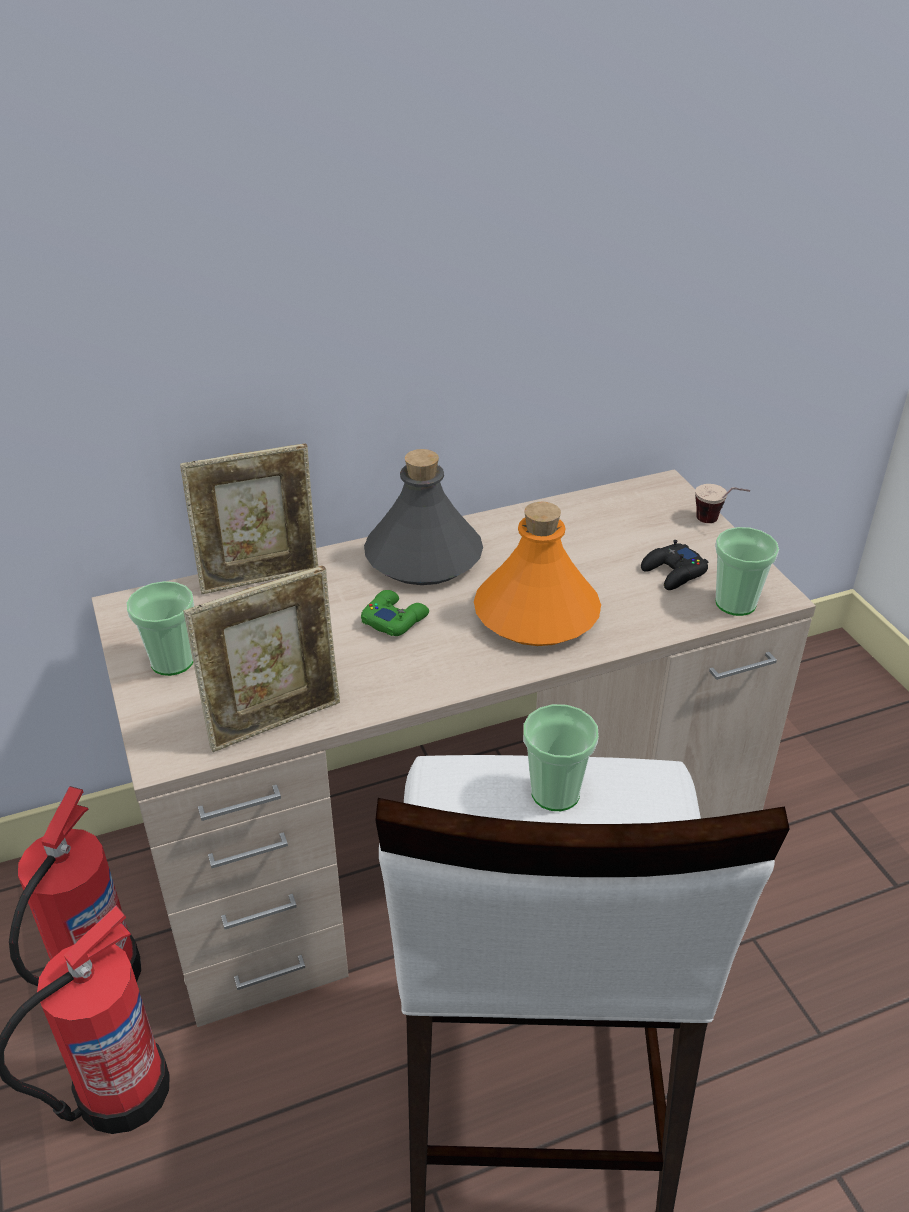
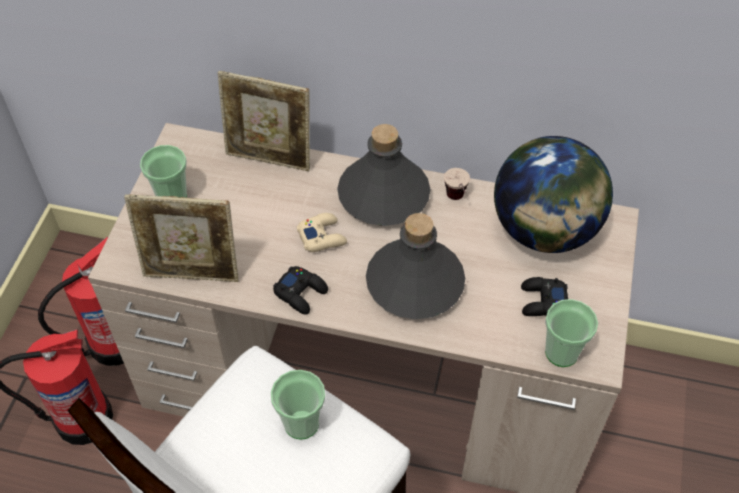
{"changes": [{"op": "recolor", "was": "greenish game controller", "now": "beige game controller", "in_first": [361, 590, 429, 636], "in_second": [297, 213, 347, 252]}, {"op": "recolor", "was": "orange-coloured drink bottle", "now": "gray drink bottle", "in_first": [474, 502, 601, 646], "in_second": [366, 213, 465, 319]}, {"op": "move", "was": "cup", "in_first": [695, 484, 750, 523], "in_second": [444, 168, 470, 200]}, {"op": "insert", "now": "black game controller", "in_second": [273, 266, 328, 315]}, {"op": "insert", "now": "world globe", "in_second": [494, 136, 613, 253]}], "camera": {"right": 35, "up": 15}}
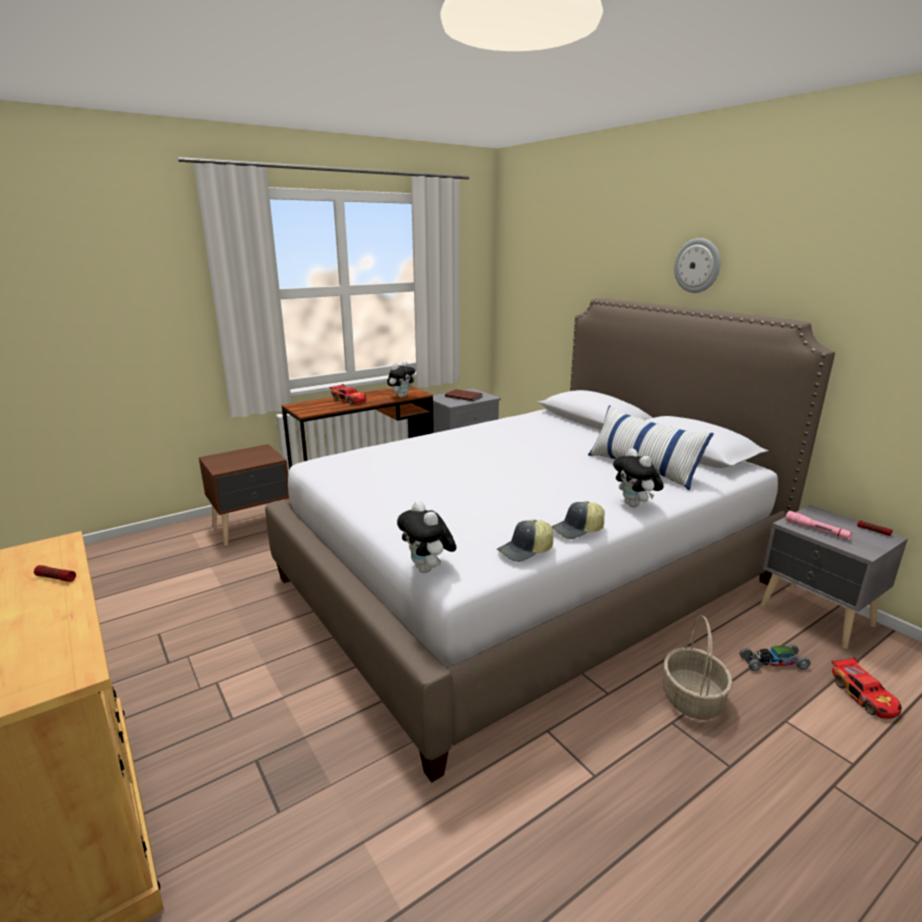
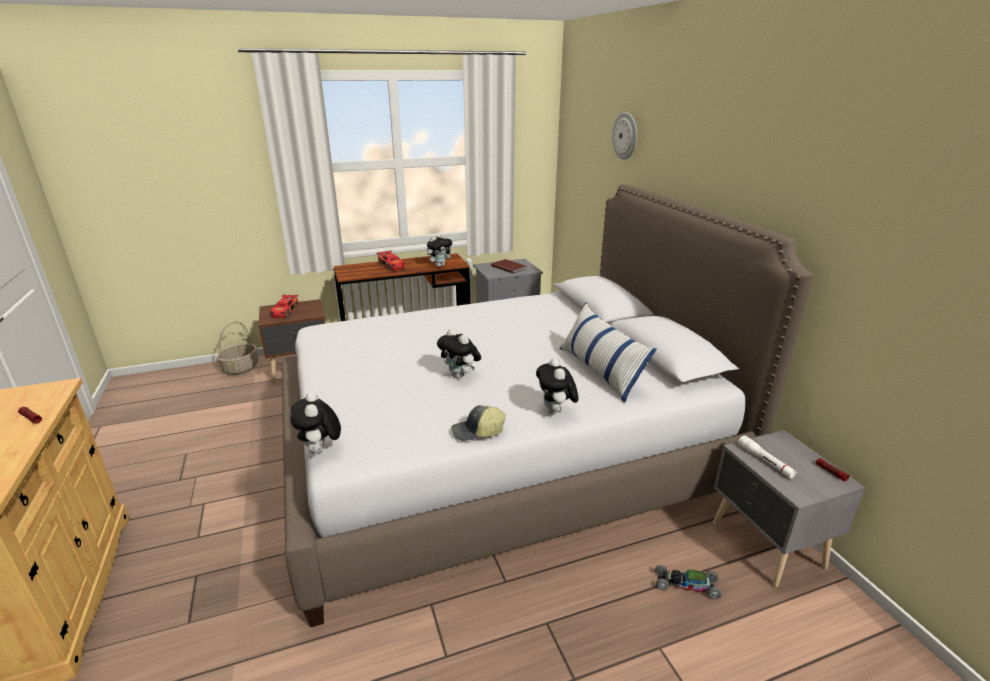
{"changes": [{"op": "delete", "was": "peaked cap", "in_first": [497, 519, 553, 562]}, {"op": "move", "was": "storage basket", "in_first": [663, 616, 733, 720], "in_second": [217, 321, 258, 375]}, {"op": "move", "was": "clock on the wall", "in_first": [674, 238, 721, 293], "in_second": [612, 112, 637, 160]}, {"op": "recolor", "was": "pink-coloured hand torch", "now": "white-coloured hand torch", "in_first": [785, 511, 852, 540], "in_second": [738, 435, 797, 479]}, {"op": "move", "was": "miniature car", "in_first": [831, 657, 902, 719], "in_second": [270, 294, 298, 318]}, {"op": "insert", "now": "plush toy", "in_second": [437, 328, 481, 378]}], "camera": {"right": 15, "up": 5}}
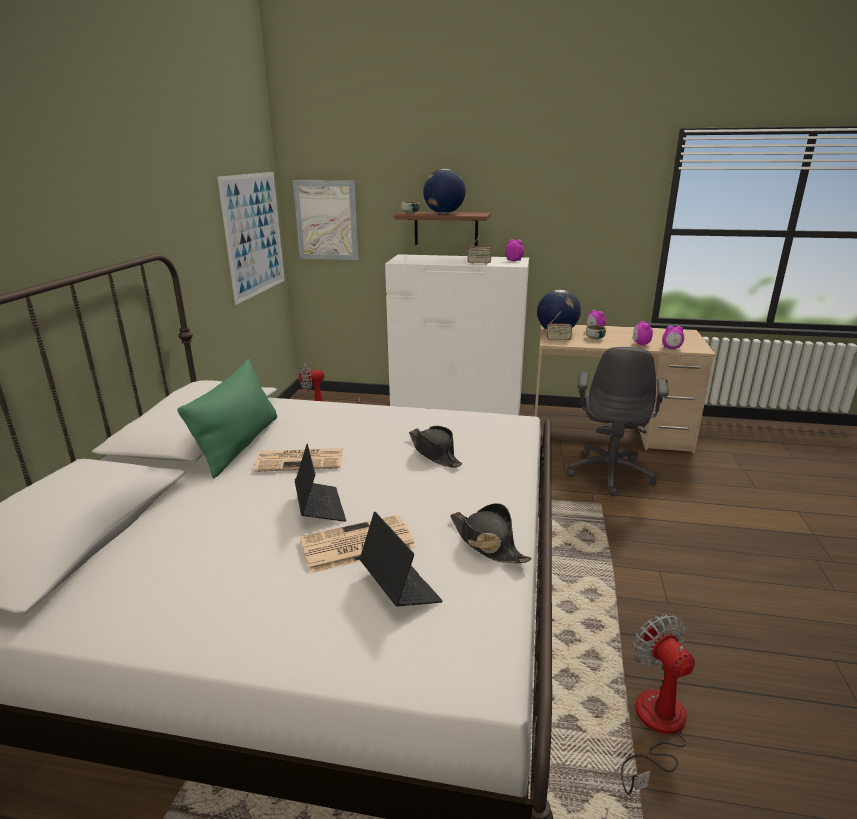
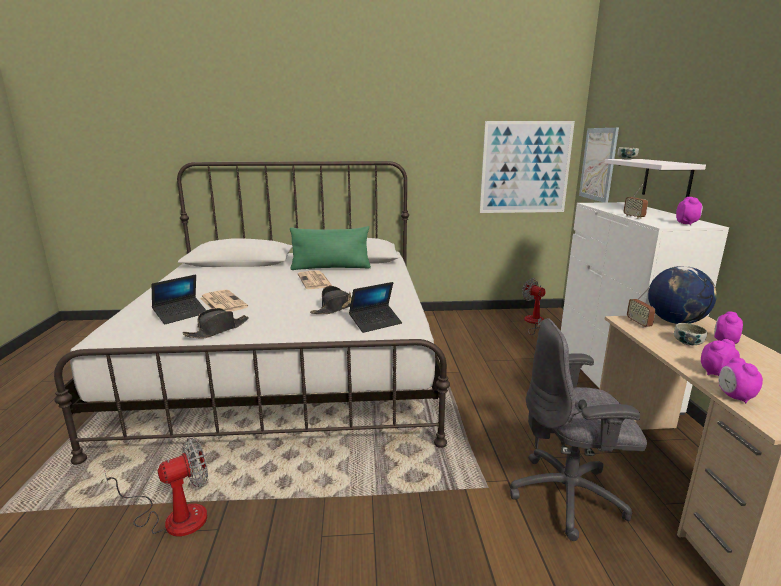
{"changes": [{"op": "move", "was": "portable computer", "in_first": [295, 444, 346, 522], "in_second": [349, 282, 402, 333]}, {"op": "recolor", "was": "brown-coloured bracket shelf", "now": "white-coloured bracket shelf", "in_first": [395, 212, 491, 246], "in_second": [605, 159, 706, 197]}, {"op": "delete", "was": "world globe", "in_first": [423, 169, 466, 214]}], "camera": {"right": 75, "up": -5}}
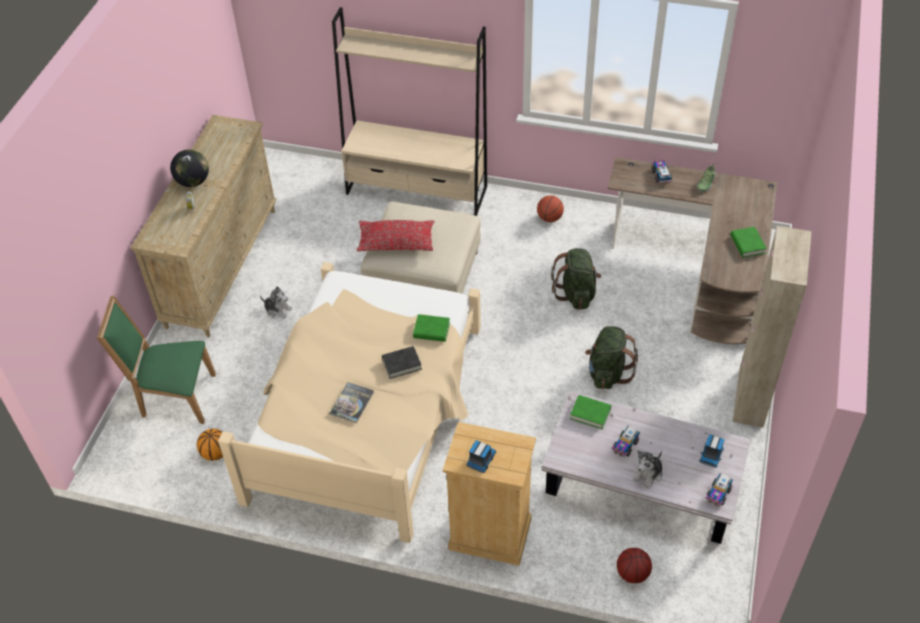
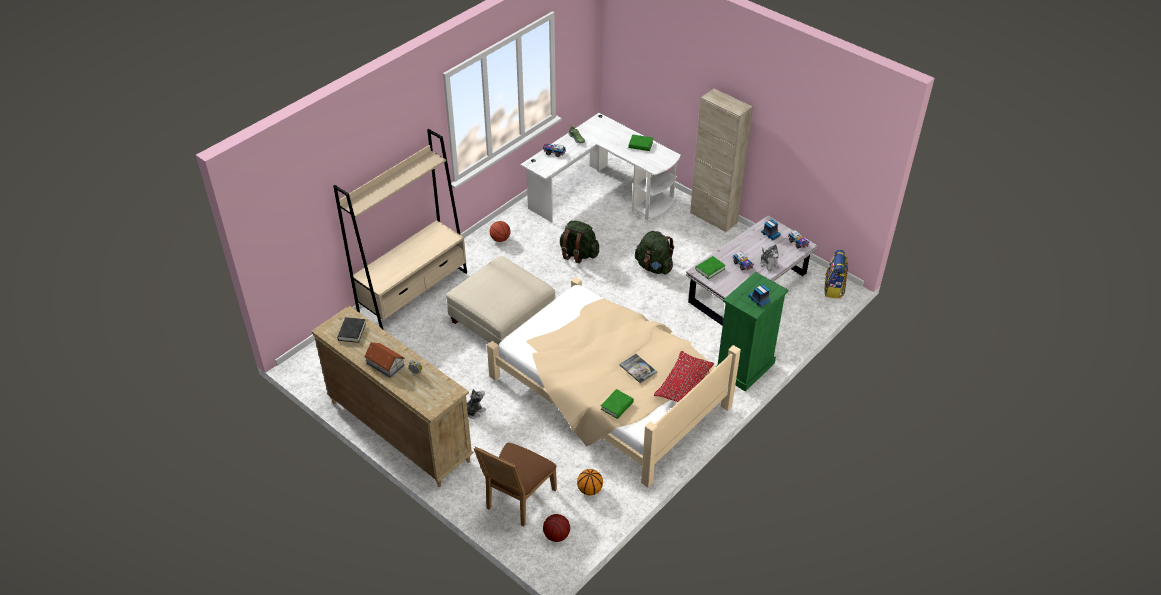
{"changes": [{"op": "recolor", "was": "greenish plain chair", "now": "brown-coloured plain chair", "in_first": [97, 295, 216, 424], "in_second": [474, 443, 557, 527]}, {"op": "replace", "was": "world globe", "now": "miniature house", "in_first": [170, 149, 209, 187], "in_second": [364, 342, 405, 378]}, {"op": "move", "was": "red-coloured cushion", "in_first": [356, 220, 435, 252], "in_second": [654, 351, 714, 402]}, {"op": "move", "was": "black book", "in_first": [382, 346, 422, 379], "in_second": [337, 317, 366, 343]}, {"op": "move", "was": "greenish book", "in_first": [413, 314, 450, 342], "in_second": [601, 389, 634, 419]}, {"op": "recolor", "was": "beige drawer chest", "now": "greenish drawer chest", "in_first": [443, 422, 536, 566], "in_second": [716, 272, 788, 392]}, {"op": "recolor", "was": "brown-coloured desk table", "now": "white-coloured desk table", "in_first": [607, 157, 777, 344], "in_second": [520, 113, 681, 223]}, {"op": "move", "was": "ball for basketball", "in_first": [617, 548, 652, 583], "in_second": [543, 514, 570, 542]}, {"op": "insert", "now": "backpack", "in_second": [825, 250, 848, 299]}], "camera": {"right": -65, "up": -5}}
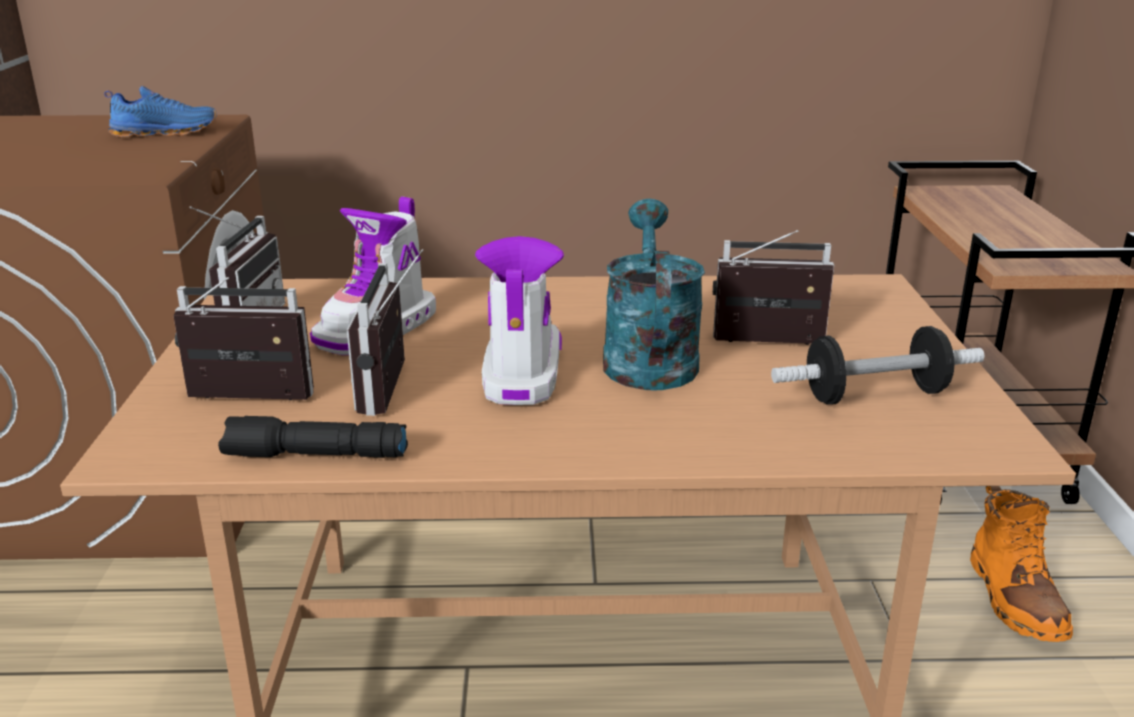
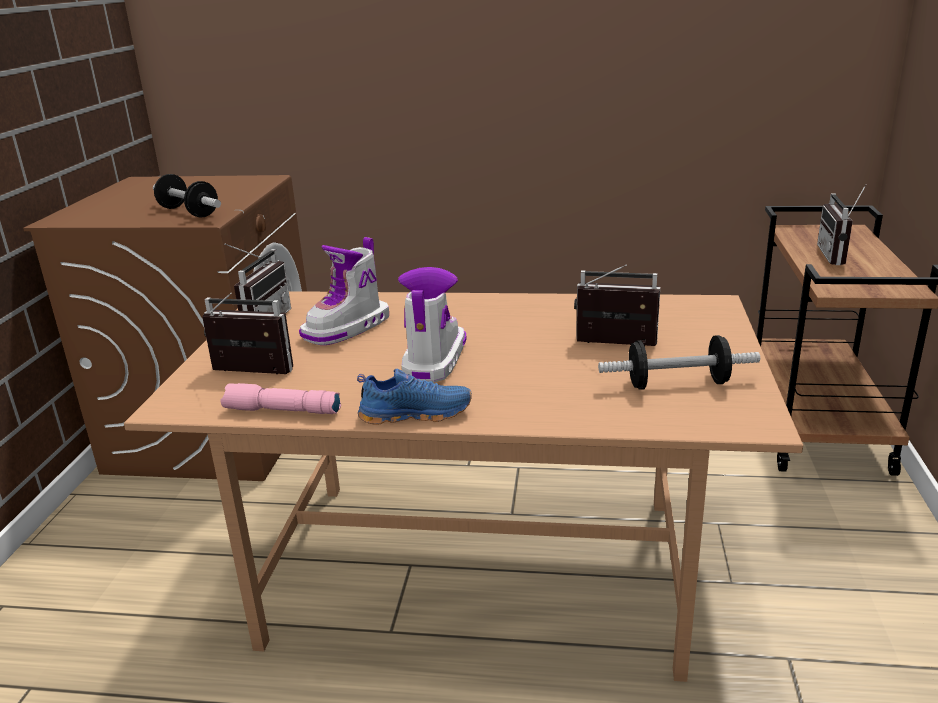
{"changes": [{"op": "move", "was": "blue-coloured shoe", "in_first": [104, 86, 217, 138], "in_second": [357, 369, 472, 425]}, {"op": "recolor", "was": "black hand torch", "now": "pink-coloured hand torch", "in_first": [218, 416, 408, 458], "in_second": [220, 383, 341, 414]}, {"op": "move", "was": "radio receiver", "in_first": [347, 249, 423, 416], "in_second": [817, 184, 867, 265]}, {"op": "delete", "was": "turquoise-coloured watering pot", "in_first": [603, 199, 705, 391]}, {"op": "delete", "was": "orange-coloured boot", "in_first": [970, 486, 1073, 642]}, {"op": "insert", "now": "hand weight", "in_second": [153, 174, 221, 218]}], "camera": {"right": 10, "up": 0}}
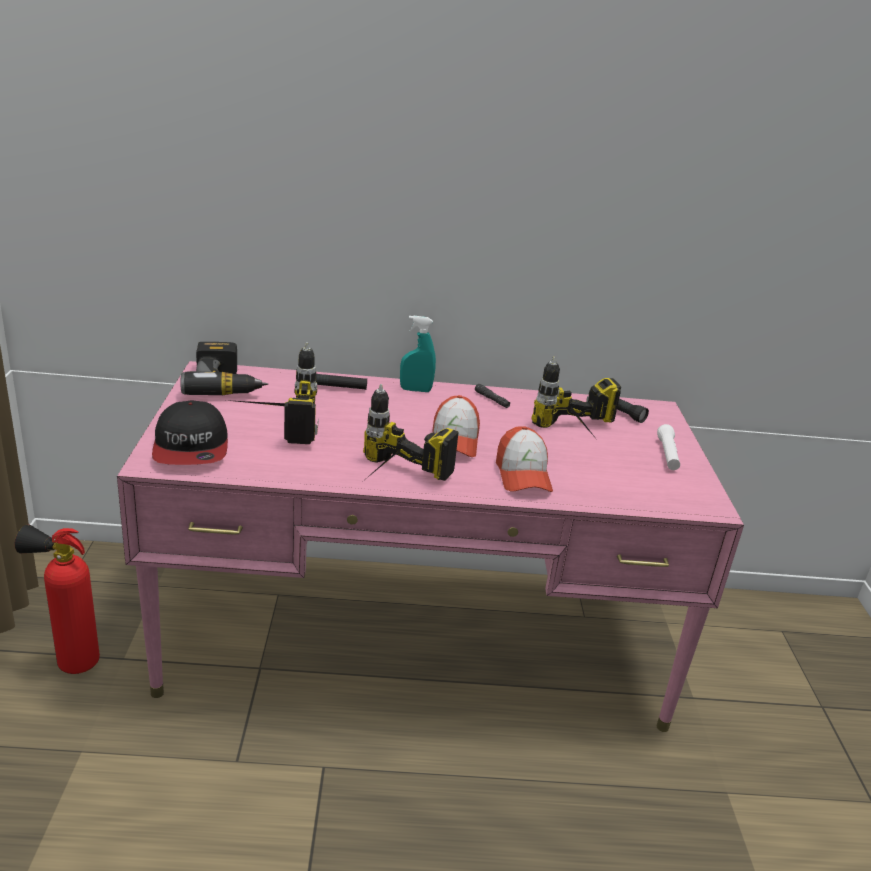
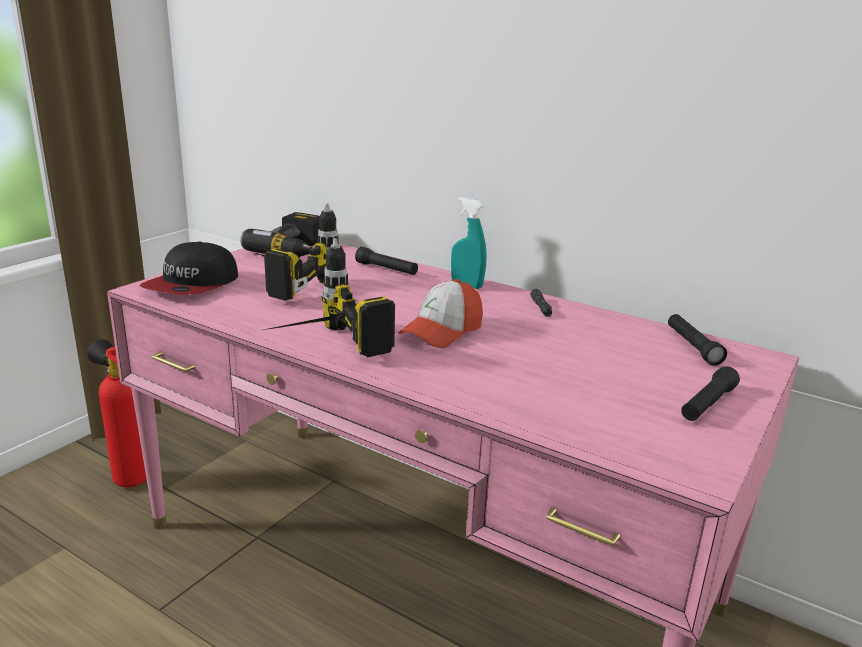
{"changes": [{"op": "delete", "was": "peaked cap", "in_first": [496, 426, 553, 492]}, {"op": "delete", "was": "drill", "in_first": [531, 357, 621, 436]}, {"op": "recolor", "was": "white-coloured hand torch", "now": "black hand torch", "in_first": [657, 424, 680, 470], "in_second": [681, 366, 740, 421]}], "camera": {"right": 35, "up": -5}}
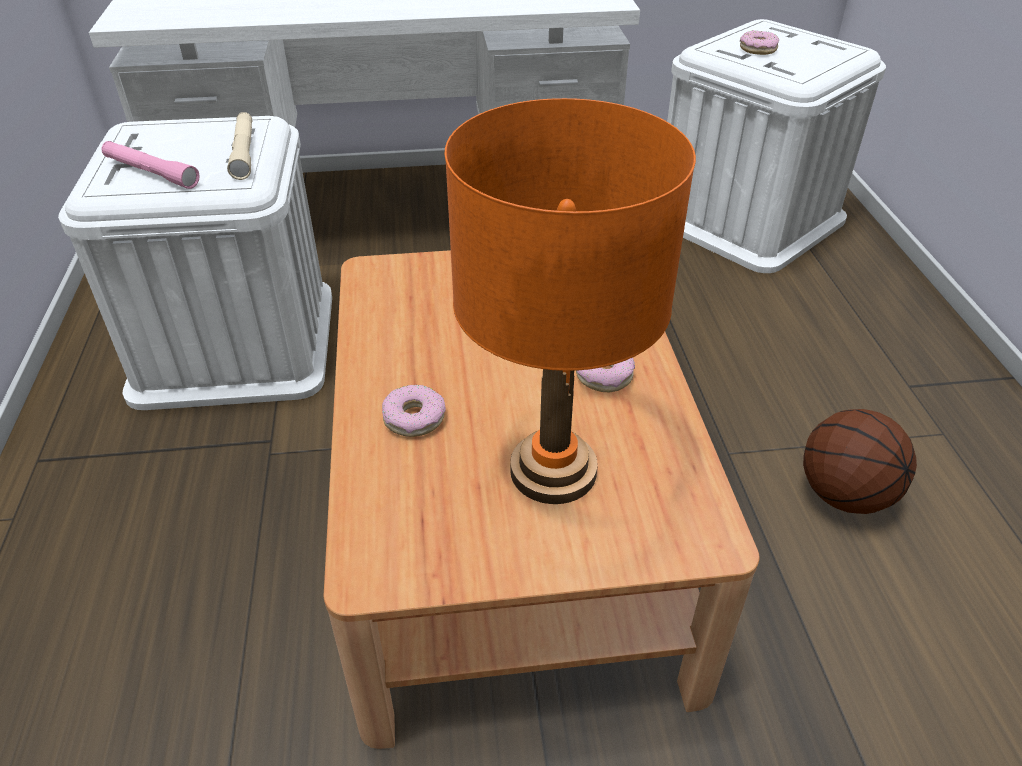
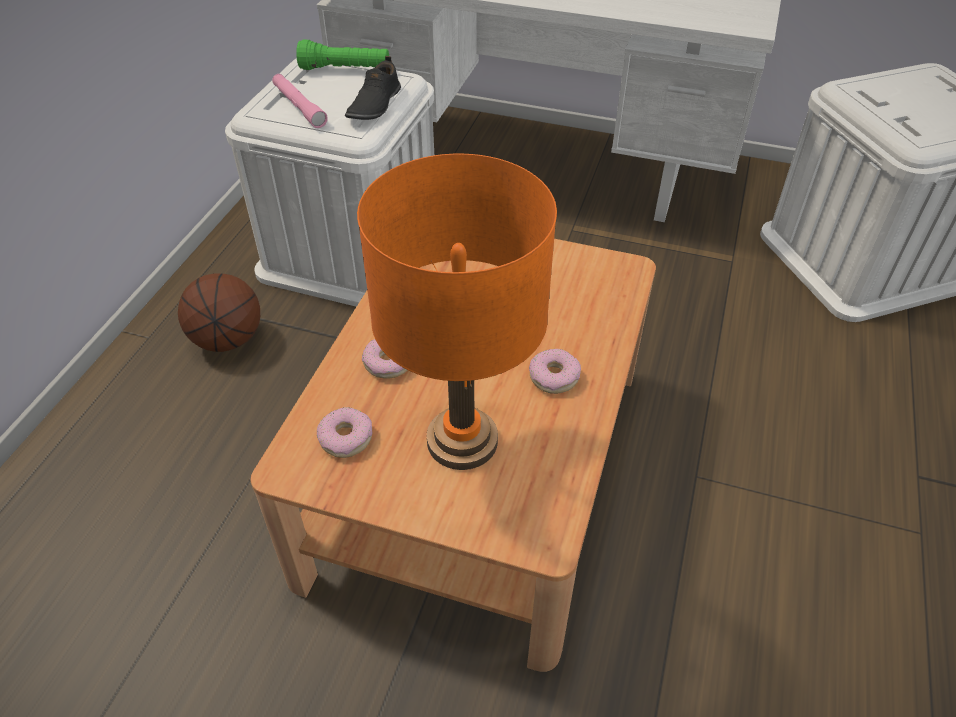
{"changes": [{"op": "replace", "was": "beige hand torch", "now": "black shoe", "in_first": [227, 112, 252, 180], "in_second": [345, 56, 401, 120]}, {"op": "move", "was": "donut", "in_first": [740, 30, 779, 55], "in_second": [317, 407, 372, 458]}, {"op": "move", "was": "ball for basketball", "in_first": [803, 409, 917, 514], "in_second": [178, 274, 260, 352]}, {"op": "insert", "now": "greenish hand torch", "in_second": [296, 39, 389, 70]}], "camera": {"right": 25, "up": 5}}
